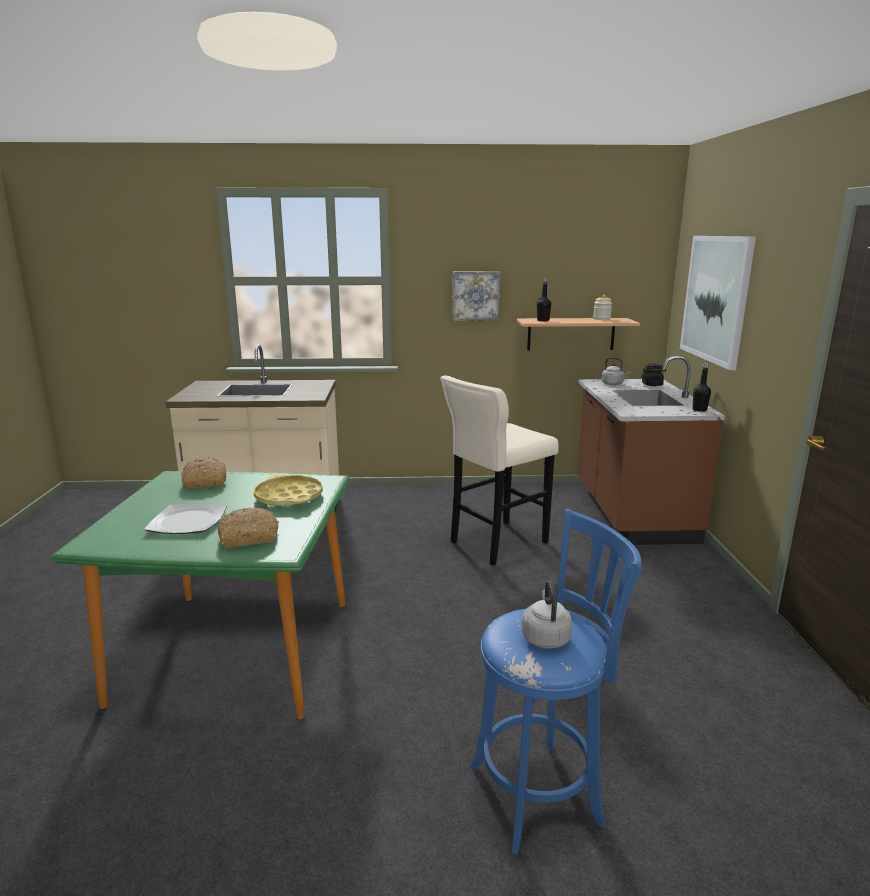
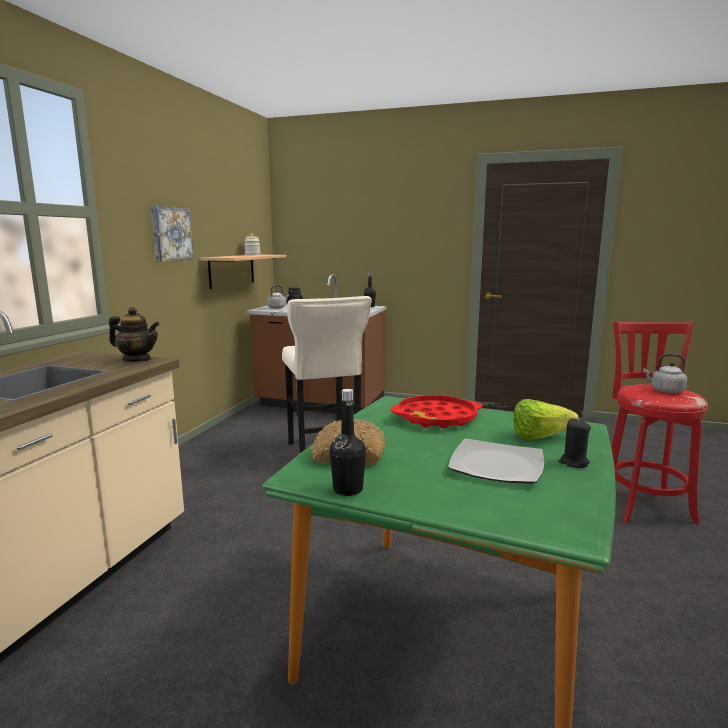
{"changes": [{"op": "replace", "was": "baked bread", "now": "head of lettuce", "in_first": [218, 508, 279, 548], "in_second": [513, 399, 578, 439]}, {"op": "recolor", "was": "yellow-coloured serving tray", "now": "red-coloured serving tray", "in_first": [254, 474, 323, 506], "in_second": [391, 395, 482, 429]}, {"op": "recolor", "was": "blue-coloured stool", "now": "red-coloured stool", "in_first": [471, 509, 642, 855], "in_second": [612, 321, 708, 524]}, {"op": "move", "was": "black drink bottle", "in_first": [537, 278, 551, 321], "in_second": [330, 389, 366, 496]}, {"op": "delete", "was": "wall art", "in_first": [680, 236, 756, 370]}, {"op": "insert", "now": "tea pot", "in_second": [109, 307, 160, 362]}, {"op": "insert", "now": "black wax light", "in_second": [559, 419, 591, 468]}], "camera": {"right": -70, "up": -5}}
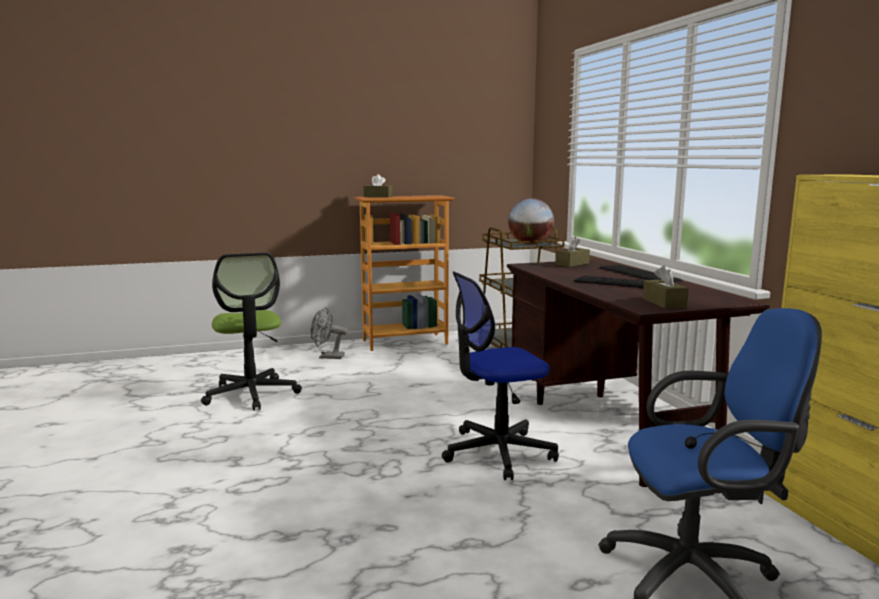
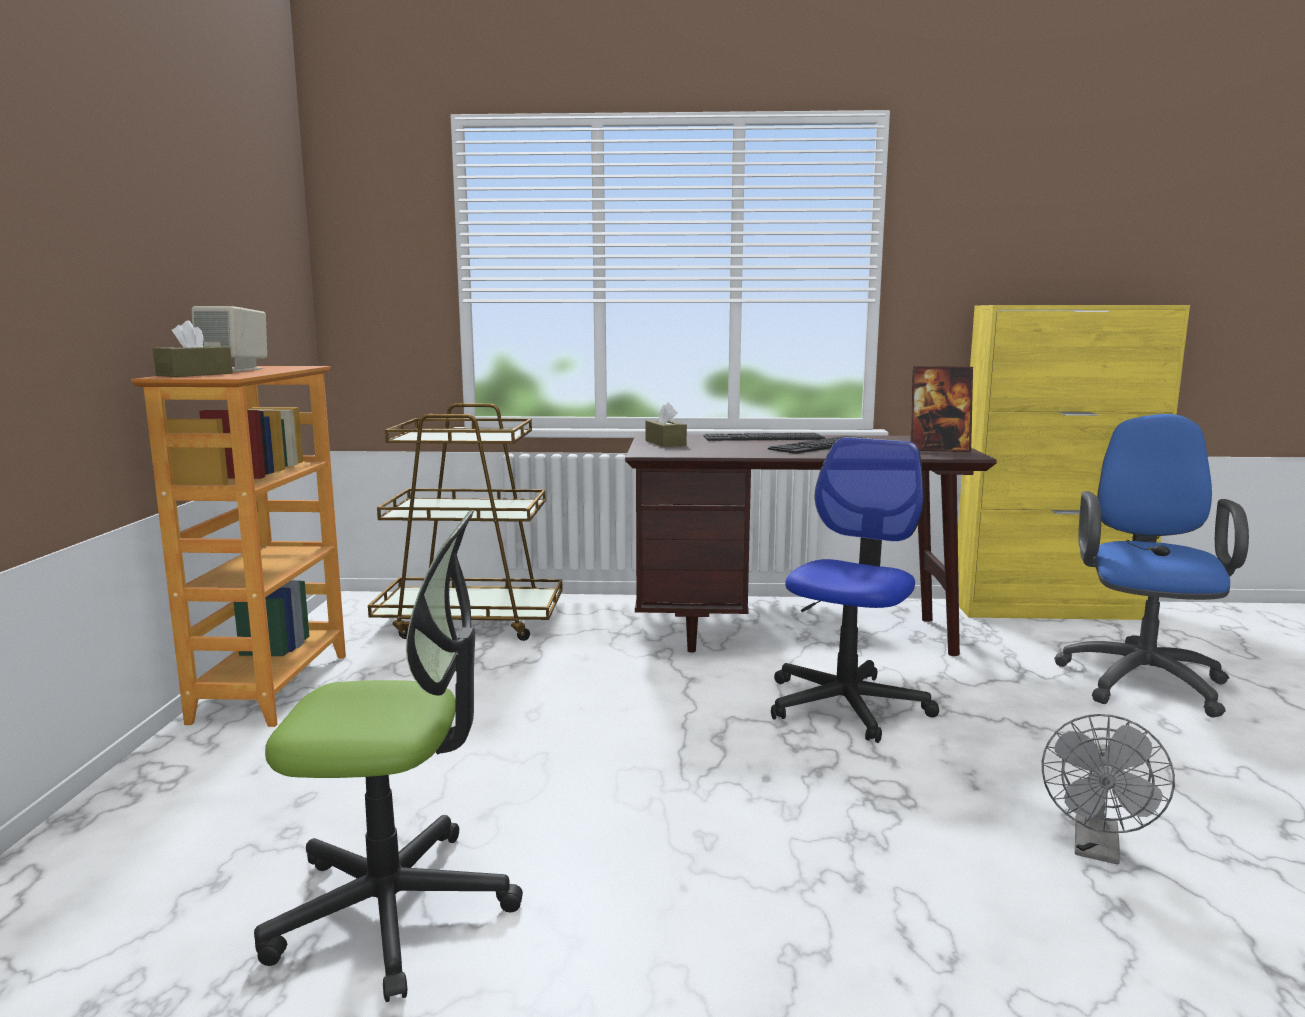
{"changes": [{"op": "move", "was": "gray electric fan", "in_first": [311, 307, 348, 359], "in_second": [1042, 714, 1175, 864]}, {"op": "rotate", "was": "desk chair", "in_first": [442, 271, 559, 480], "in_second": [771, 437, 939, 743], "clockwise": -150}, {"op": "delete", "was": "world globe", "in_first": [508, 198, 554, 244]}, {"op": "replace", "was": "brown-coloured box of tissues", "now": "standing frame", "in_first": [643, 265, 689, 309], "in_second": [911, 366, 973, 452]}, {"op": "insert", "now": "beige loudspeaker", "in_second": [192, 306, 267, 371]}], "camera": {"right": -70, "up": 0}}
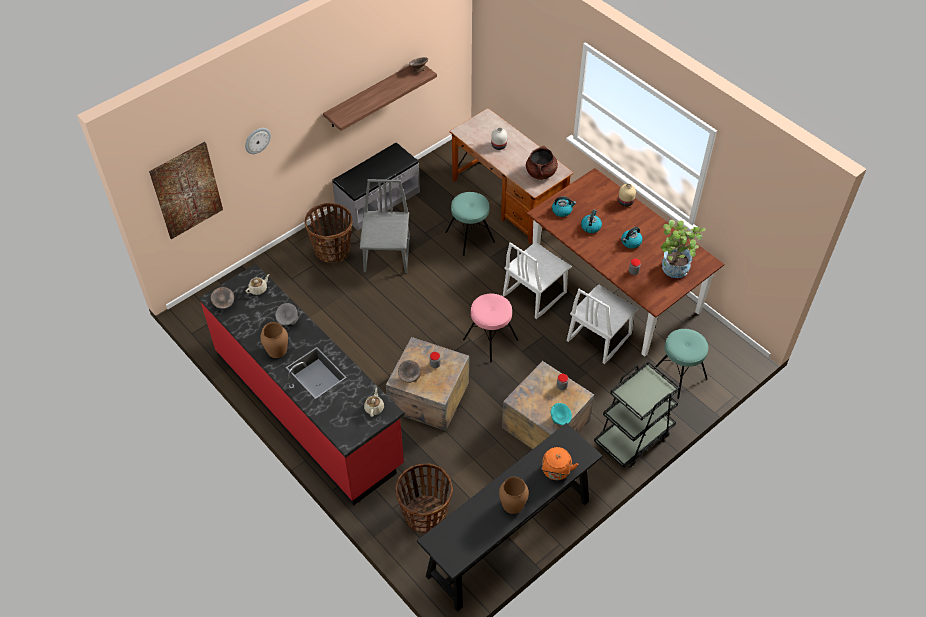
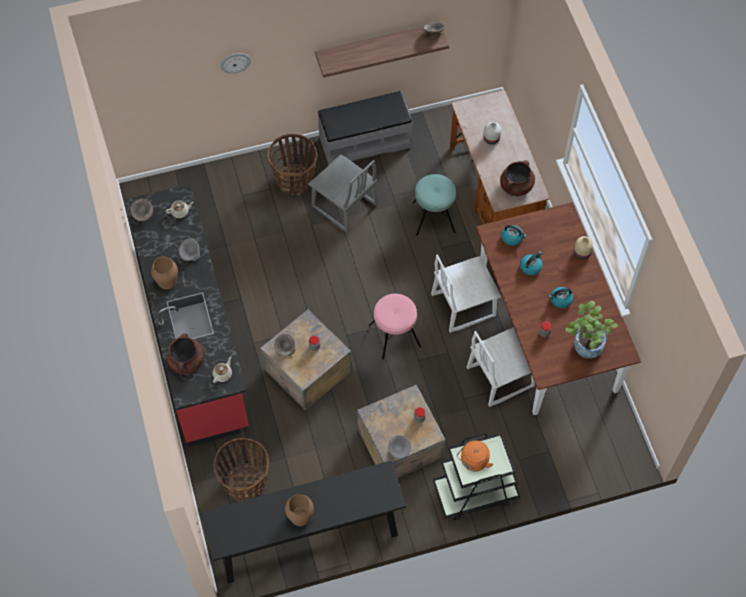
{"changes": [{"op": "delete", "was": "wall art", "in_first": [149, 142, 223, 239]}, {"op": "rotate", "was": "gray plain chair", "in_first": [360, 179, 410, 273], "in_second": [308, 154, 378, 234], "clockwise": 105}, {"op": "move", "was": "orange-coloured water kettle", "in_first": [541, 447, 578, 480], "in_second": [457, 440, 493, 472]}, {"op": "recolor", "was": "turquoise-coloured bowl", "now": "gray bowl", "in_first": [551, 403, 572, 425], "in_second": [388, 435, 411, 459]}, {"op": "delete", "was": "turquoise-coloured stool", "in_first": [654, 329, 708, 399]}, {"op": "insert", "now": "brown-coloured cooking pot", "in_second": [166, 333, 204, 375]}], "camera": {"right": 25, "up": 10}}
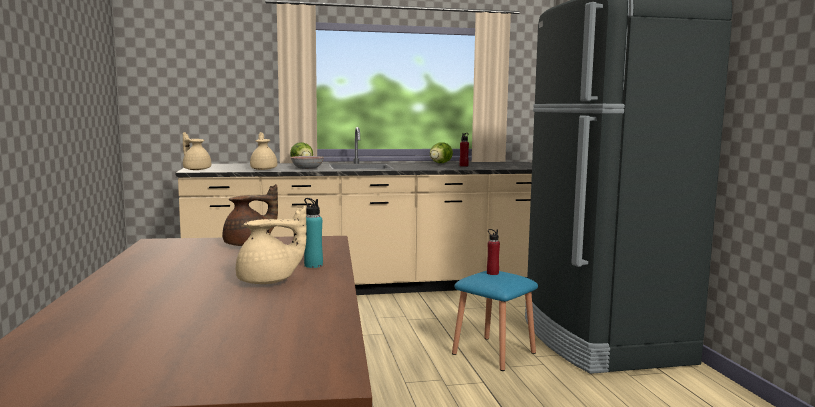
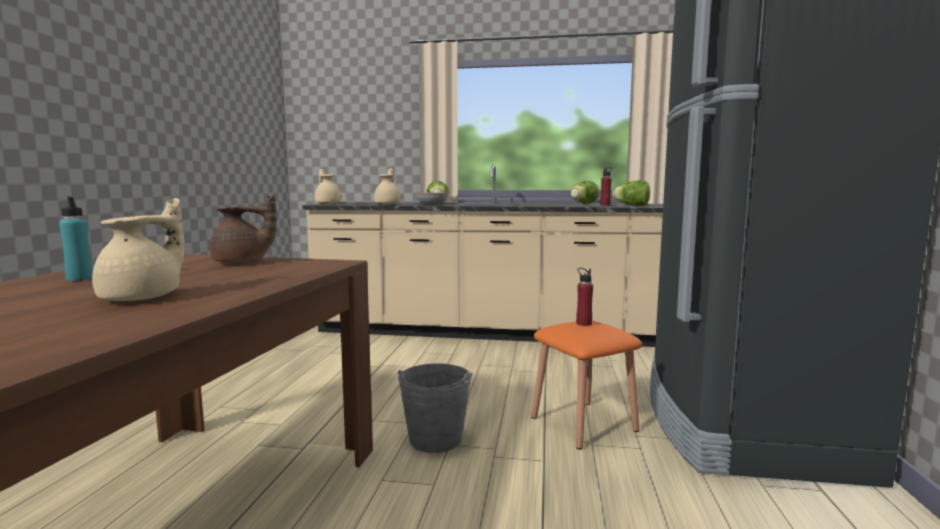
{"changes": [{"op": "rotate", "was": "beige tea pot", "in_first": [236, 206, 306, 284], "in_second": [92, 198, 185, 301], "clockwise": -75}, {"op": "move", "was": "turquoise-coloured drink bottle", "in_first": [304, 198, 323, 268], "in_second": [59, 196, 93, 281]}, {"op": "recolor", "was": "blue-coloured stool", "now": "orange-coloured stool", "in_first": [452, 271, 538, 371], "in_second": [531, 321, 642, 450]}, {"op": "insert", "now": "gray water bucket", "in_second": [398, 363, 473, 453]}, {"op": "insert", "now": "head of lettuce", "in_second": [612, 180, 650, 206]}], "camera": {"right": 20, "up": 0}}
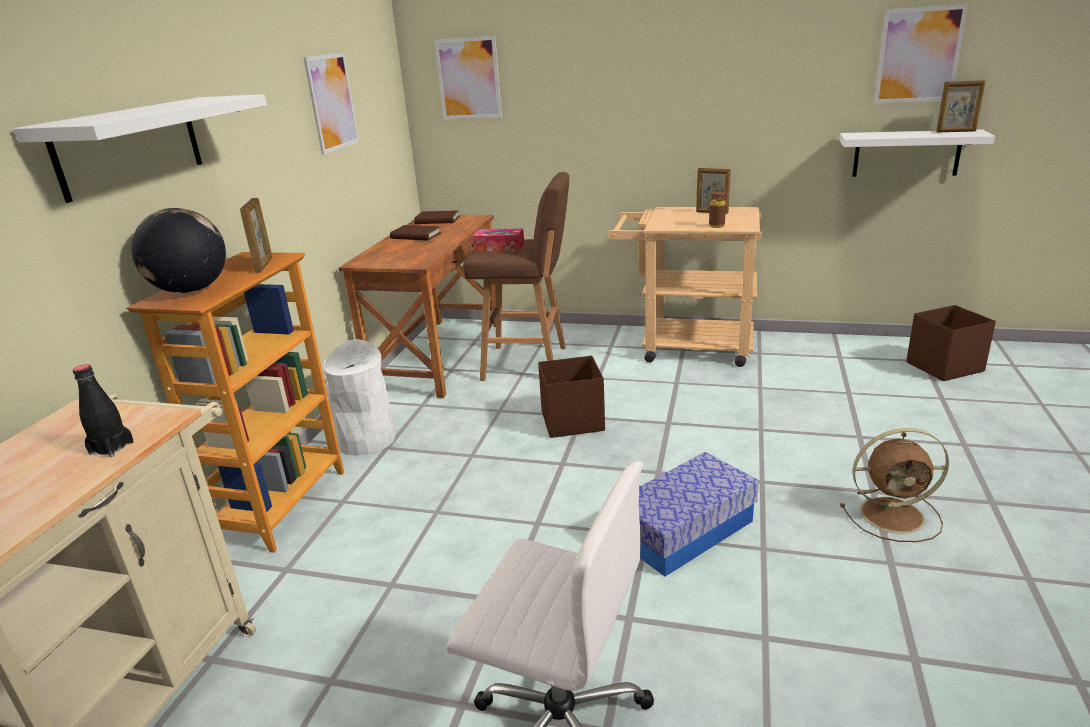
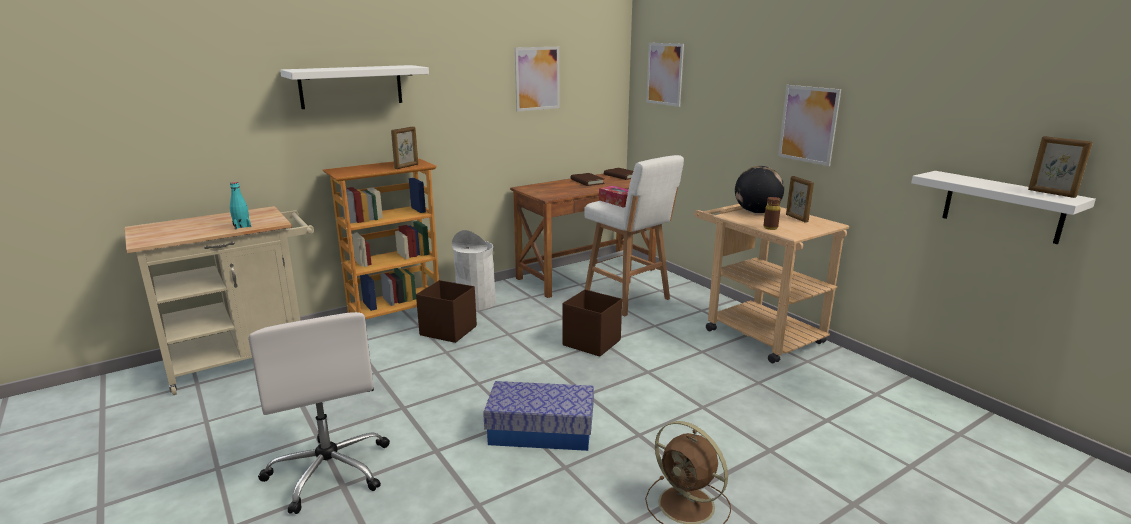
{"changes": [{"op": "recolor", "was": "black drink bottle", "now": "turquoise-coloured drink bottle", "in_first": [73, 364, 134, 457], "in_second": [230, 182, 251, 229]}, {"op": "move", "was": "world globe", "in_first": [131, 208, 226, 293], "in_second": [735, 166, 784, 213]}, {"op": "recolor", "was": "brown-coloured stool", "now": "white-coloured stool", "in_first": [463, 172, 569, 381], "in_second": [584, 155, 684, 316]}, {"op": "move", "was": "wall art", "in_first": [874, 4, 968, 103], "in_second": [778, 85, 841, 166]}, {"op": "move", "was": "brown-coloured storage bin", "in_first": [906, 305, 996, 381], "in_second": [416, 280, 477, 343]}], "camera": {"right": 40, "up": -5}}
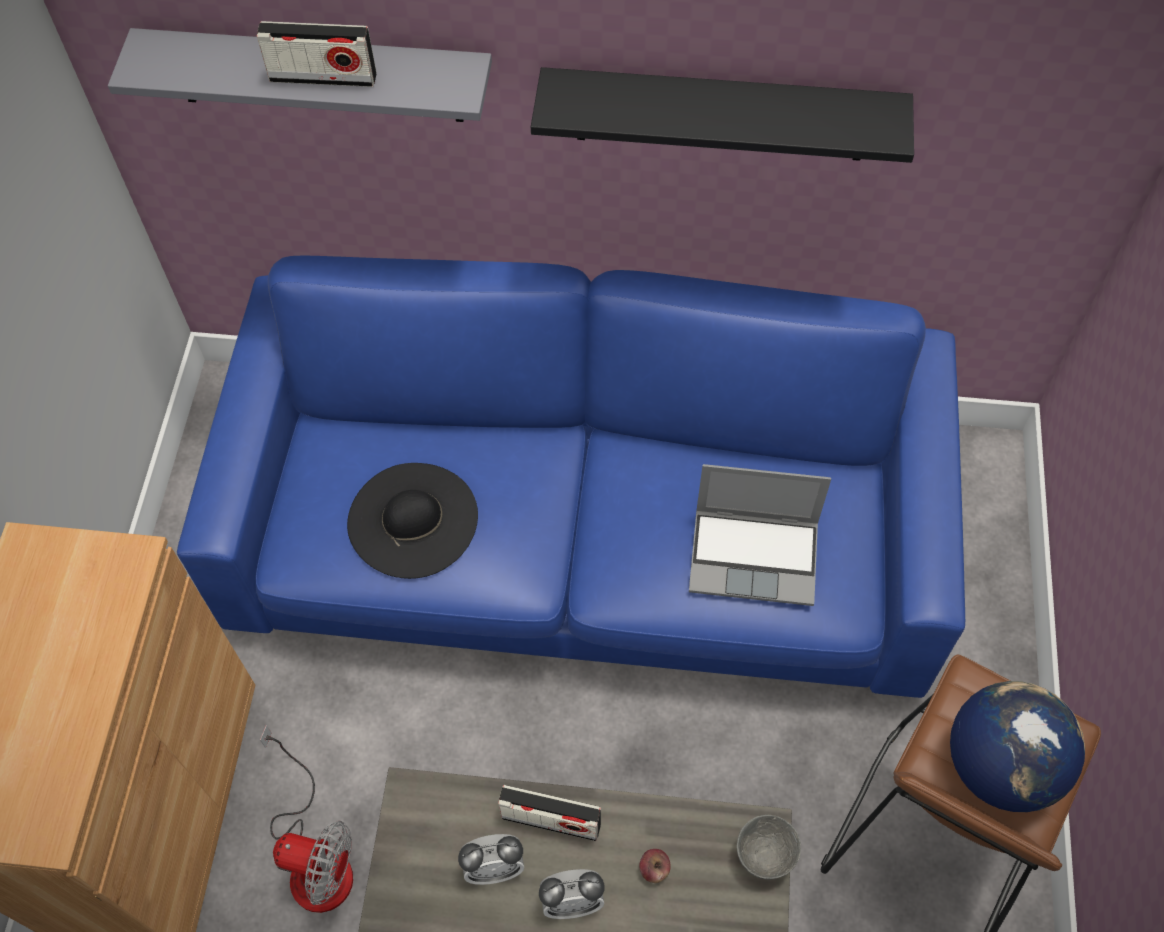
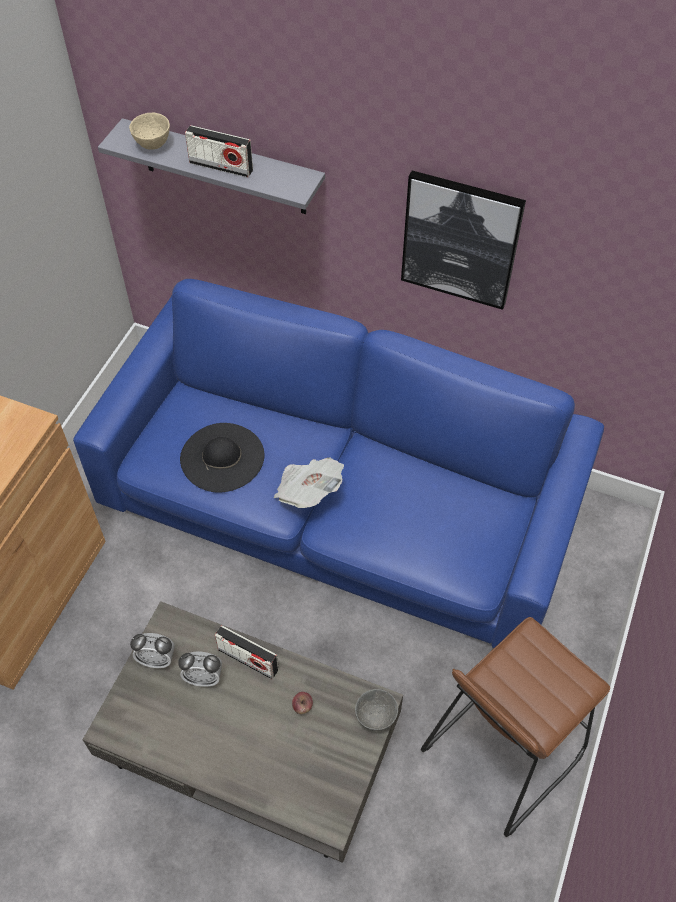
{"changes": [{"op": "delete", "was": "electric fan", "in_first": [260, 725, 353, 913]}, {"op": "replace", "was": "black bracket shelf", "now": "wall art", "in_first": [531, 67, 914, 163], "in_second": [401, 171, 526, 310]}, {"op": "move", "was": "alarm clock", "in_first": [539, 869, 605, 919], "in_second": [130, 633, 175, 668]}, {"op": "delete", "was": "portable computer", "in_first": [689, 464, 831, 606]}, {"op": "delete", "was": "world globe", "in_first": [950, 681, 1085, 812]}, {"op": "insert", "now": "beige bowl", "in_second": [129, 113, 170, 150]}, {"op": "insert", "now": "newspaper", "in_second": [274, 457, 344, 508]}], "camera": {"right": 15, "up": -5}}
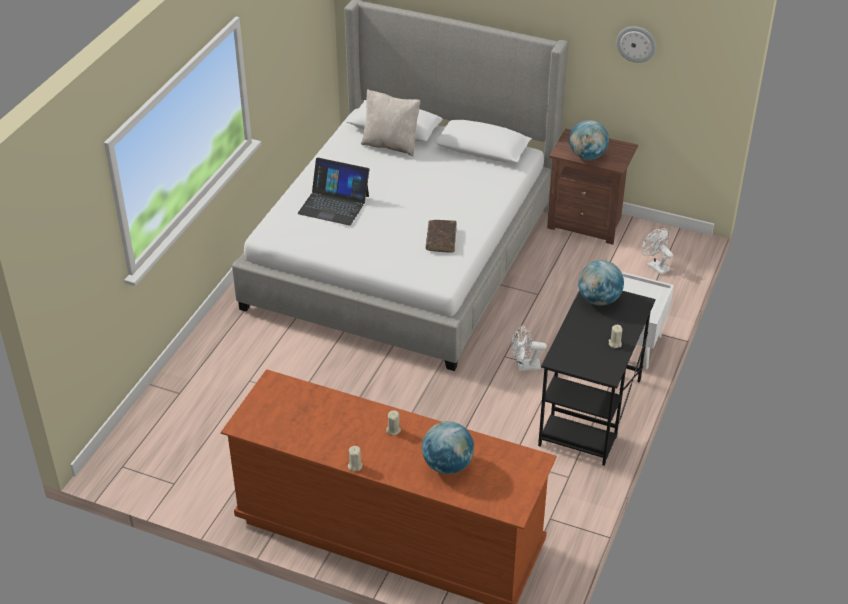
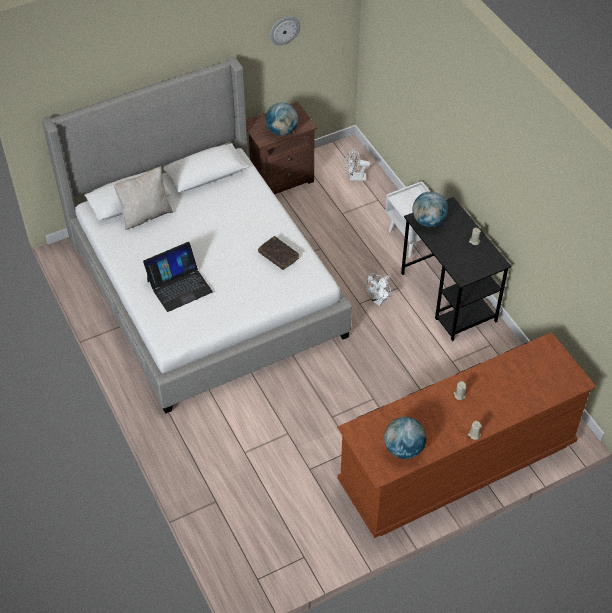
{"changes": [{"op": "move", "was": "world globe", "in_first": [422, 421, 474, 474], "in_second": [384, 417, 426, 459]}], "camera": {"right": -50, "up": 10}}
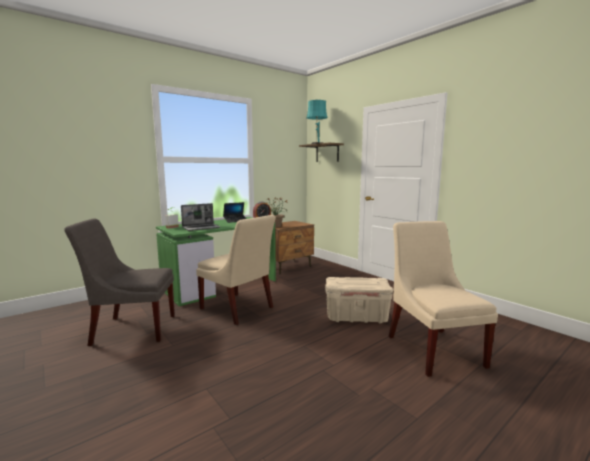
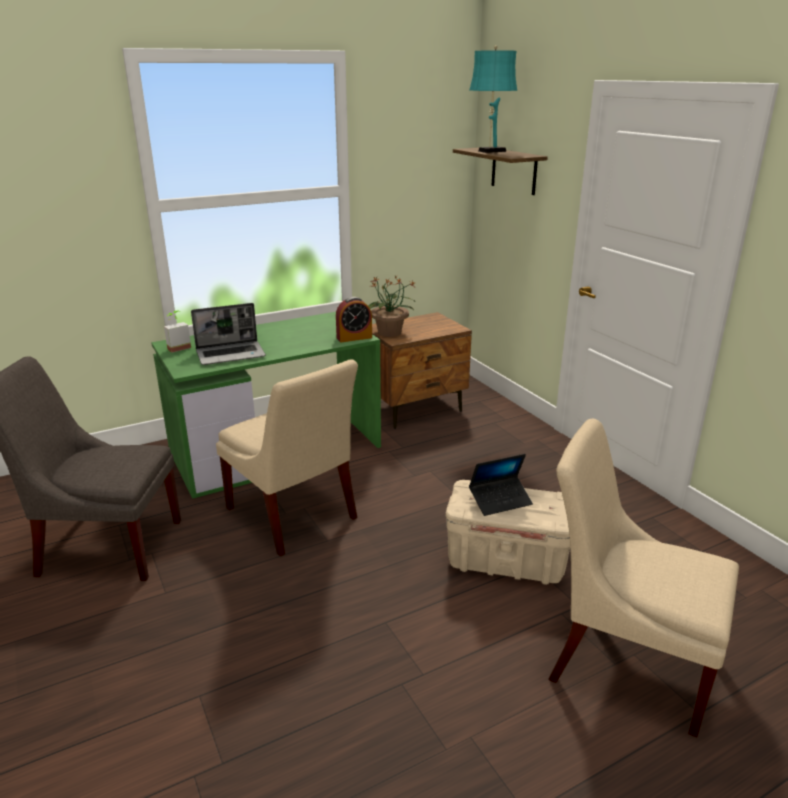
{"changes": [{"op": "move", "was": "portable computer", "in_first": [223, 202, 246, 223], "in_second": [469, 454, 533, 516]}, {"op": "rotate", "was": "beige plain chair", "in_first": [389, 221, 498, 377], "in_second": [548, 419, 739, 737], "clockwise": -60}], "camera": {"right": 10, "up": 15}}
